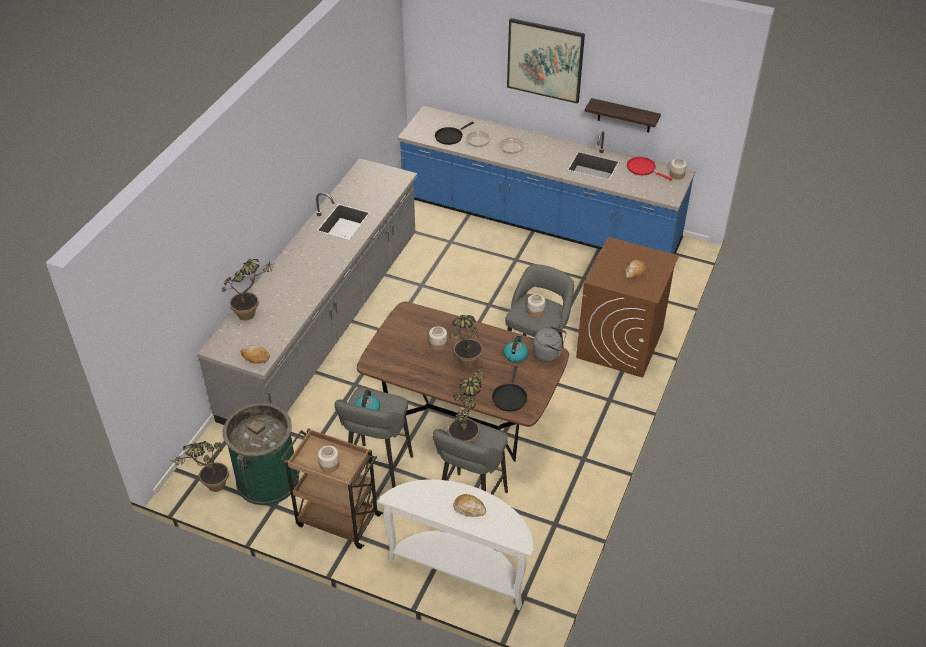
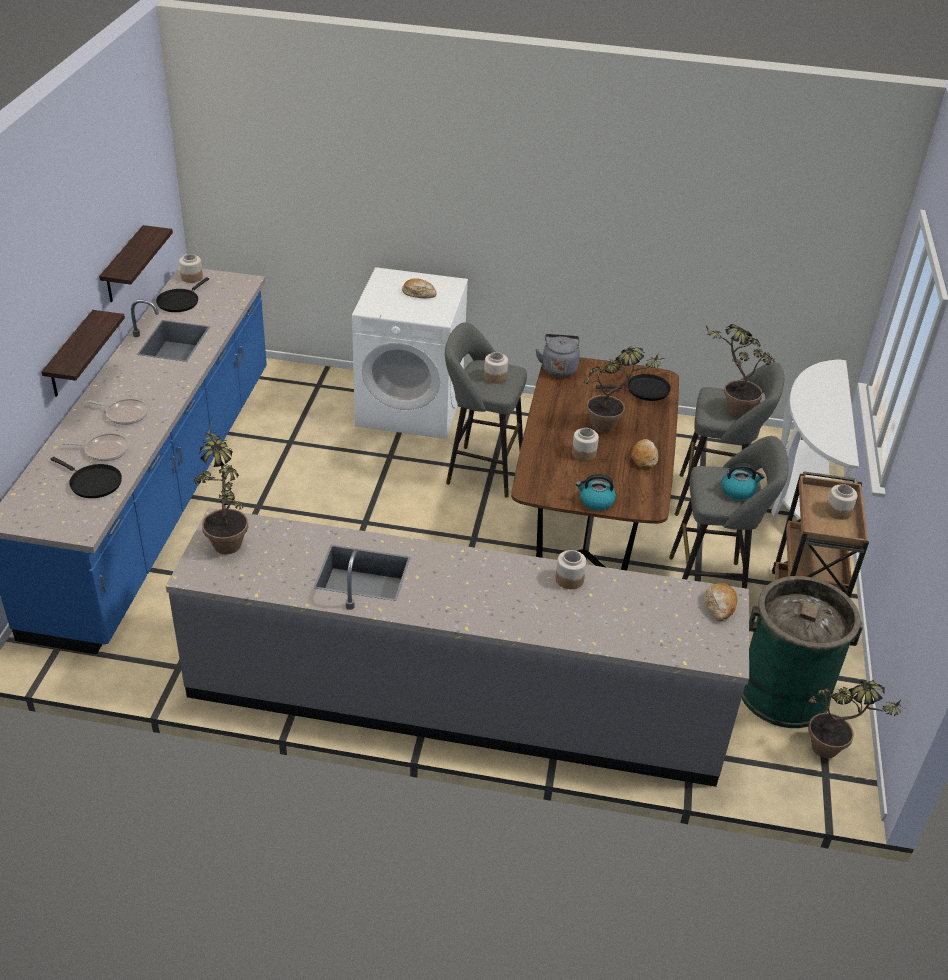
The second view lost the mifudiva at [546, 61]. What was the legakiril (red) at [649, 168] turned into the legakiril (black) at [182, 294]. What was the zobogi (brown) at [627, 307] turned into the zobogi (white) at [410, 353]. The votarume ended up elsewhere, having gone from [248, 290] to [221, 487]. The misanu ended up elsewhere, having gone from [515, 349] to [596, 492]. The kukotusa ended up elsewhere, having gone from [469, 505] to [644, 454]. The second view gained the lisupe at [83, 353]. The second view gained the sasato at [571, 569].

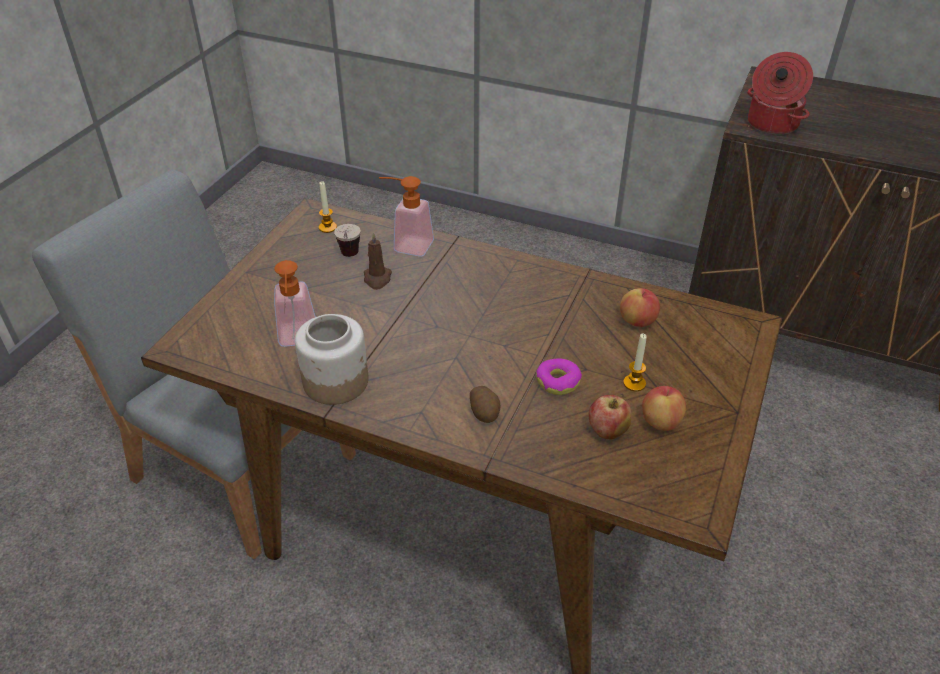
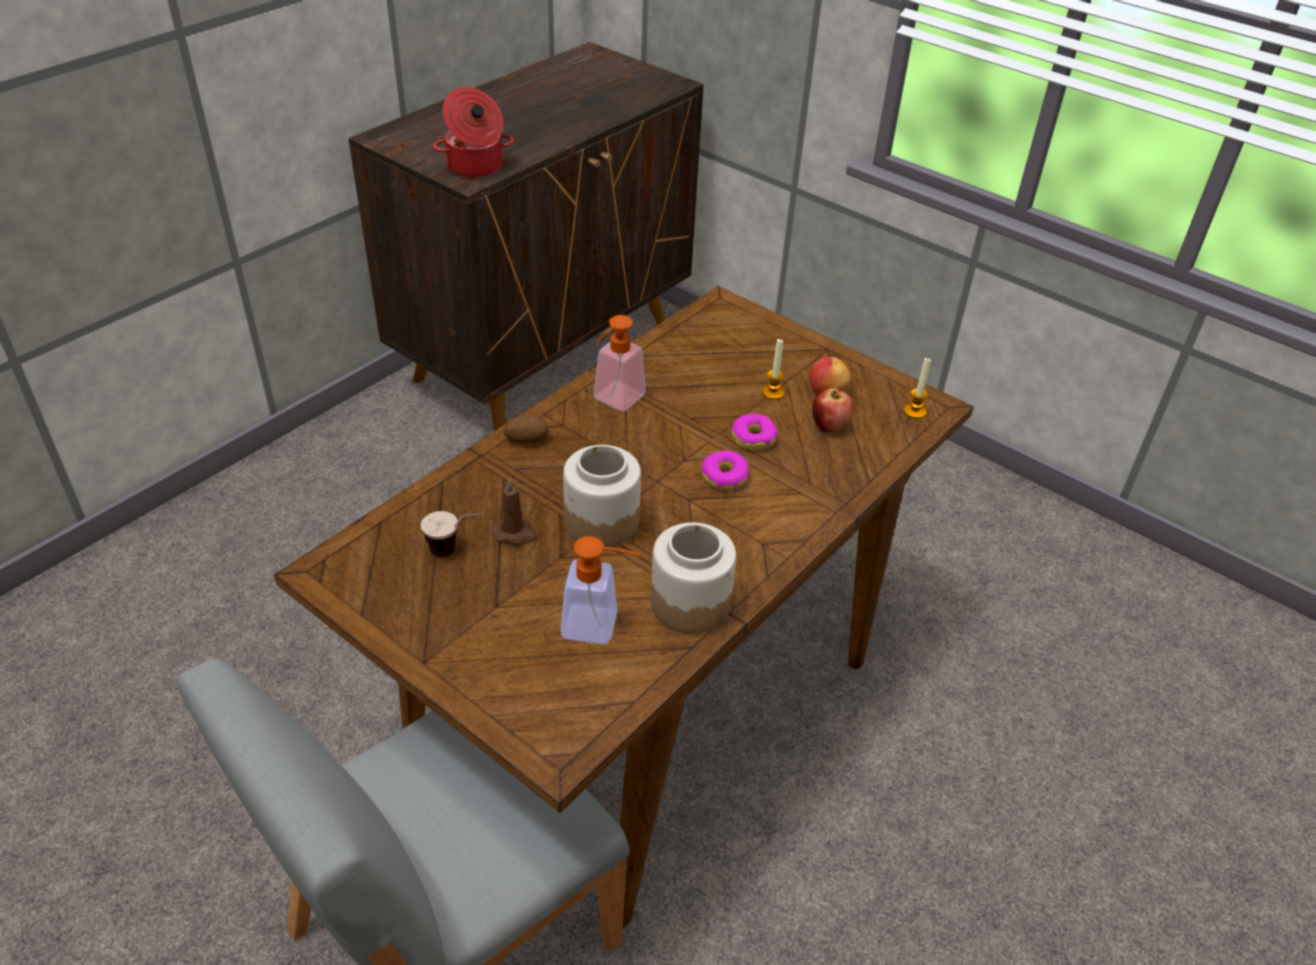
The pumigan ended up elsewhere, having gone from [406, 216] to [619, 363]. The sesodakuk ended up elsewhere, having gone from [328, 207] to [917, 388]. The second view lost the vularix at [640, 307]. The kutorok ended up elsewhere, having gone from [485, 404] to [526, 429]. The second view gained the sasato at [602, 496]. The second view gained the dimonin at [725, 470].

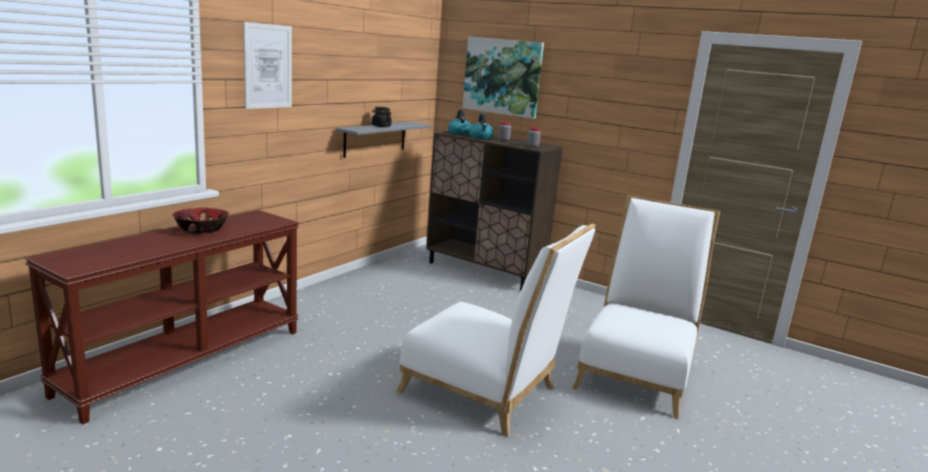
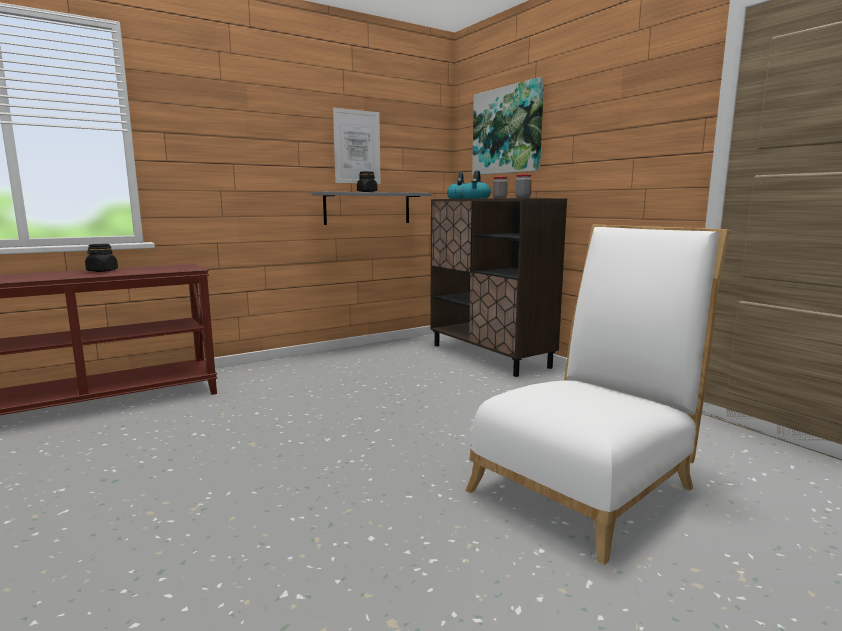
The mifudiva ended up elsewhere, having gone from [267, 65] to [357, 146]. Where the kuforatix stood at [201, 221], the sasato (black) came to stand at [101, 258]. The second view lost the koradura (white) at [496, 330].

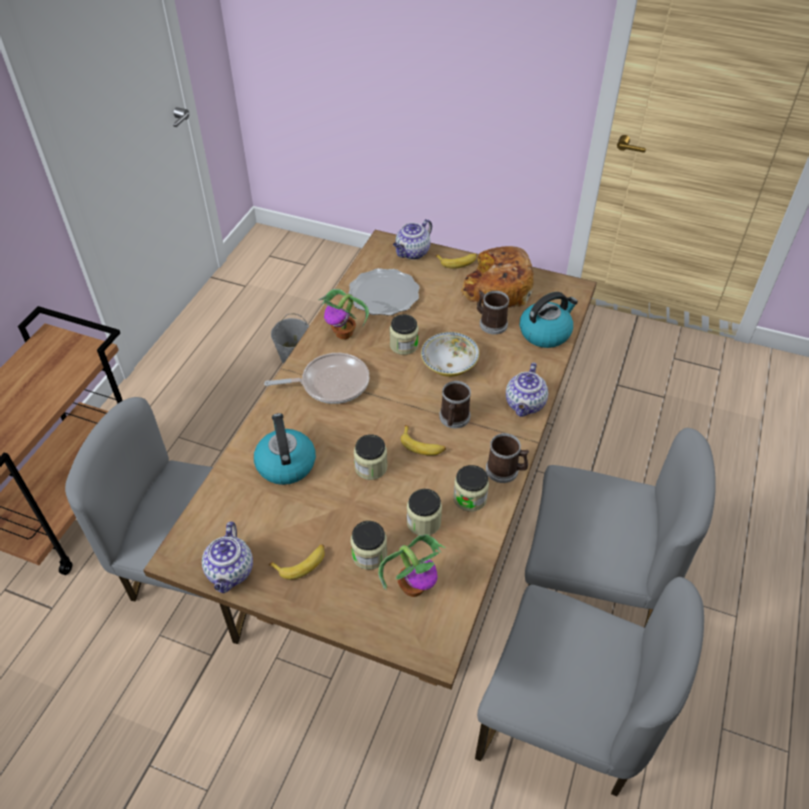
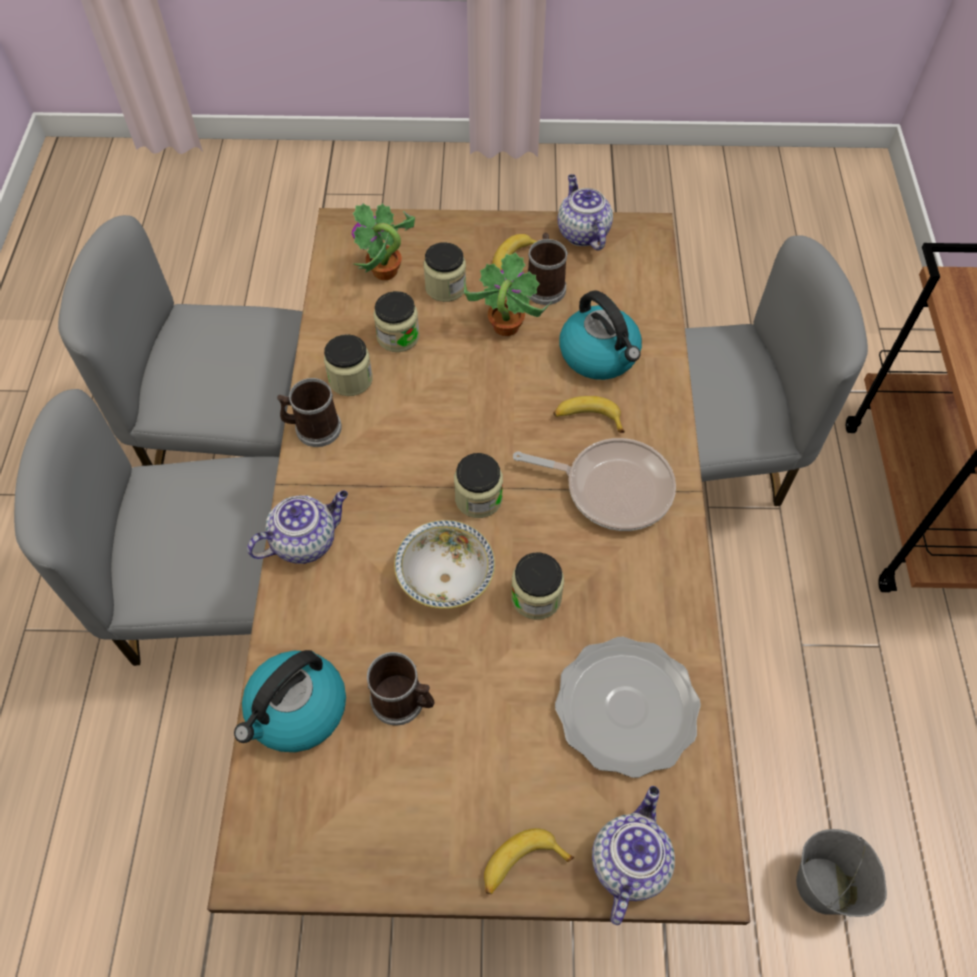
The second view lost the kukotusa at [497, 277]. The votarume ended up elsewhere, having gone from [344, 314] to [507, 294]. The legakiril at [316, 378] ended up facing another way, 135 degrees counterclockwise from before. The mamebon at [527, 389] ended up facing another way, 60 degrees clockwise from before. The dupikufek ended up elsewhere, having gone from [455, 404] to [547, 269]. The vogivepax ended up elsewhere, having gone from [423, 440] to [589, 414]. The sasato ended up elsewhere, having gone from [370, 457] to [478, 485].

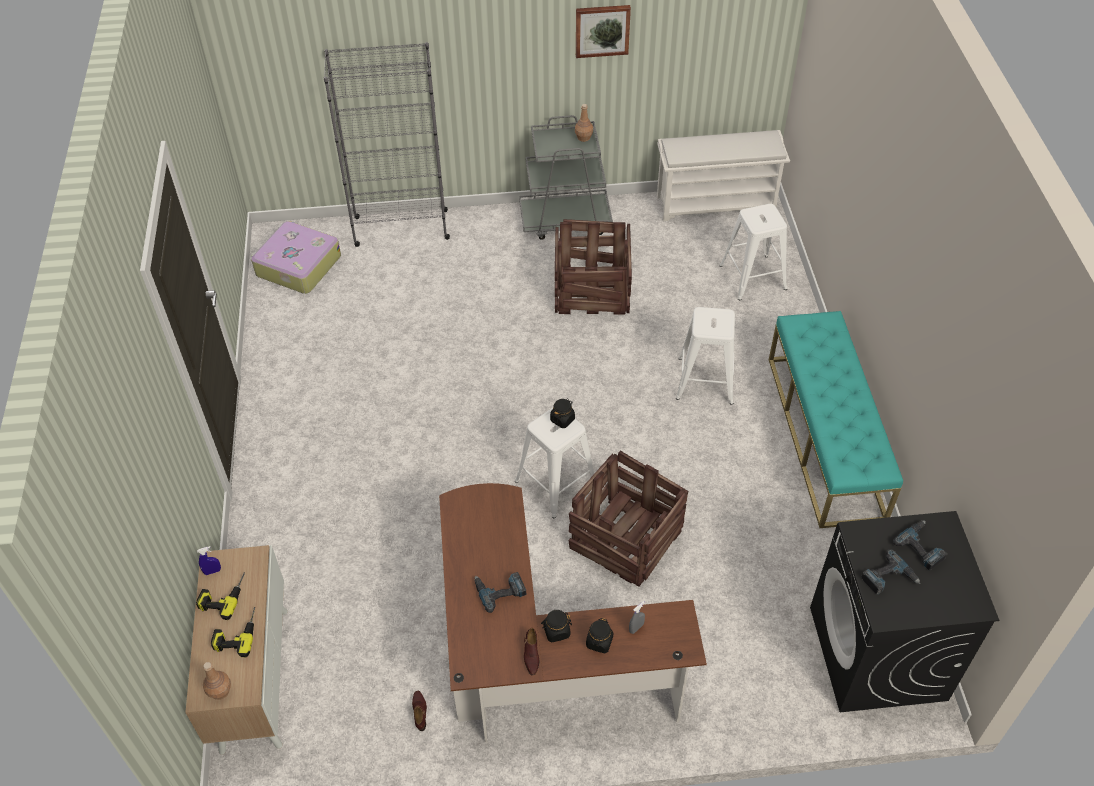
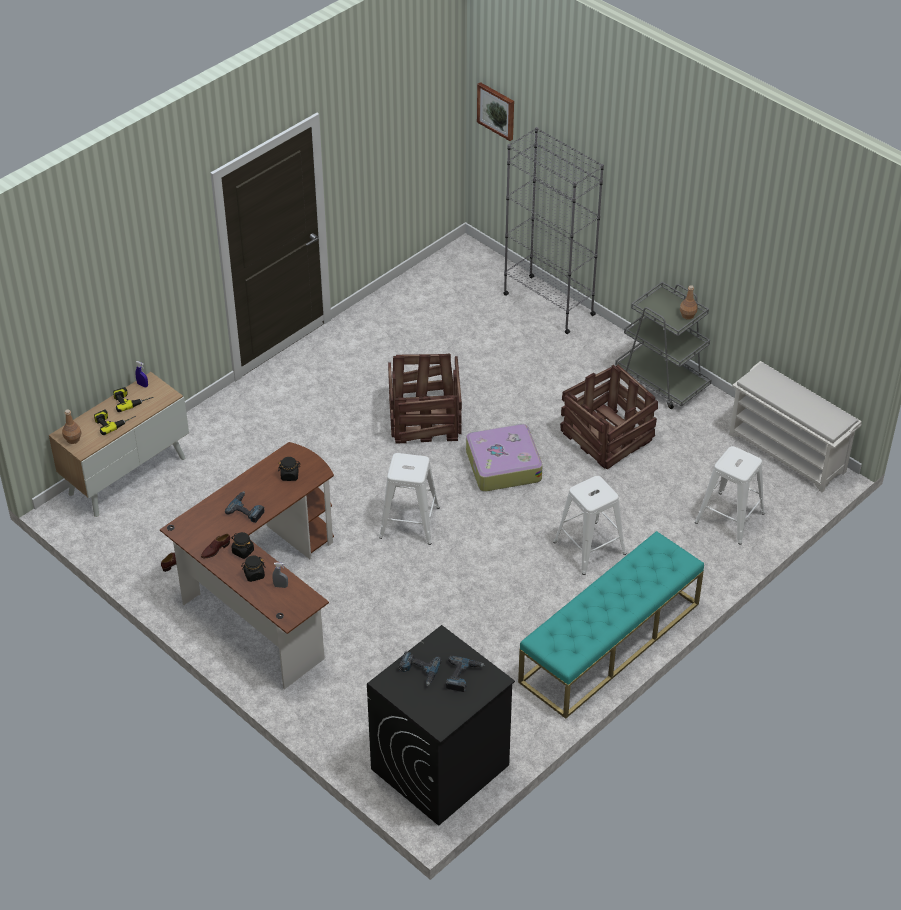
The mifudiva ended up elsewhere, having gone from [603, 31] to [495, 111]. The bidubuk ended up elsewhere, having gone from [296, 257] to [504, 457]. The sasato (black) ended up elsewhere, having gone from [562, 413] to [289, 469]. The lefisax ended up elsewhere, having gone from [628, 518] to [425, 398].

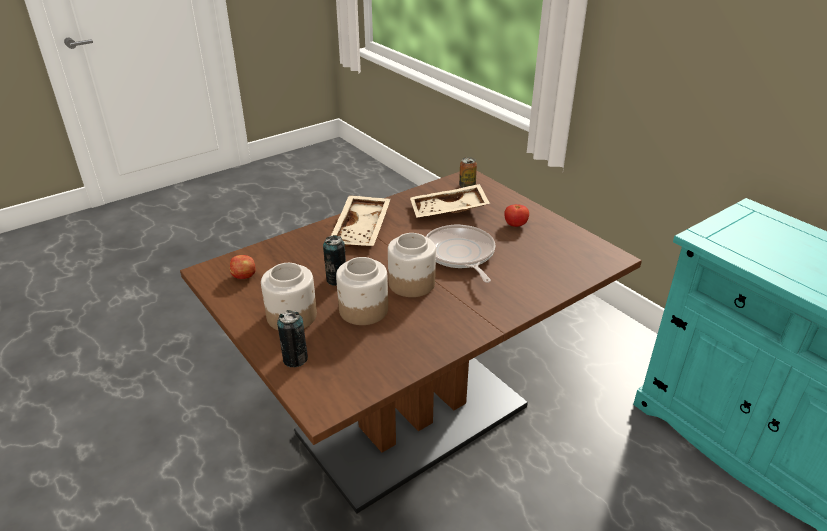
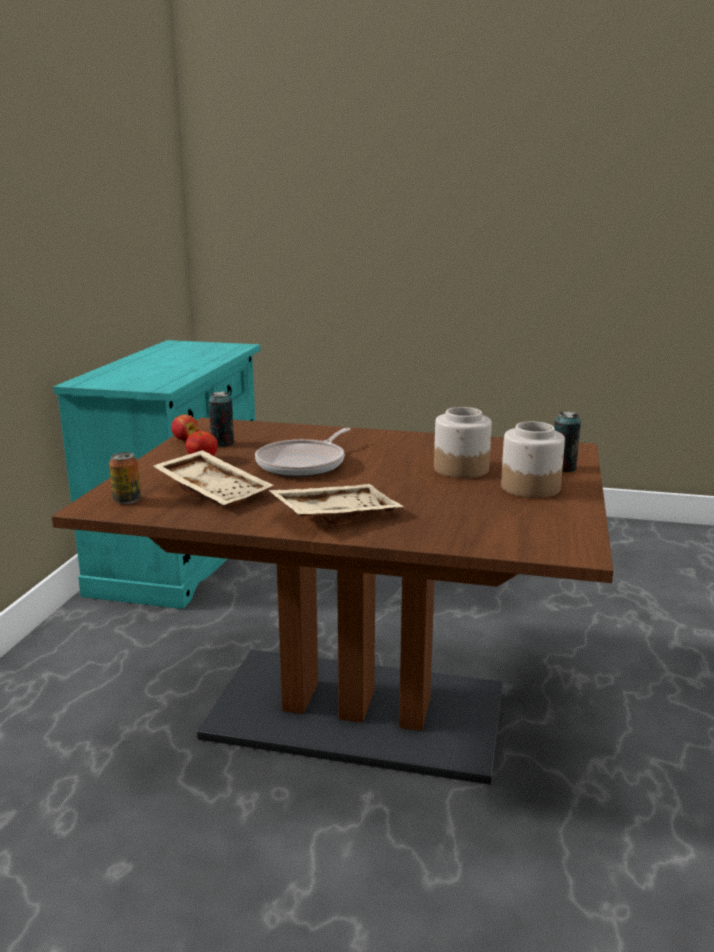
The second view lost the sasato at [412, 265]. The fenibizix ended up elsewhere, having gone from [334, 260] to [221, 419]. The vularix ended up elsewhere, having gone from [243, 267] to [185, 428].

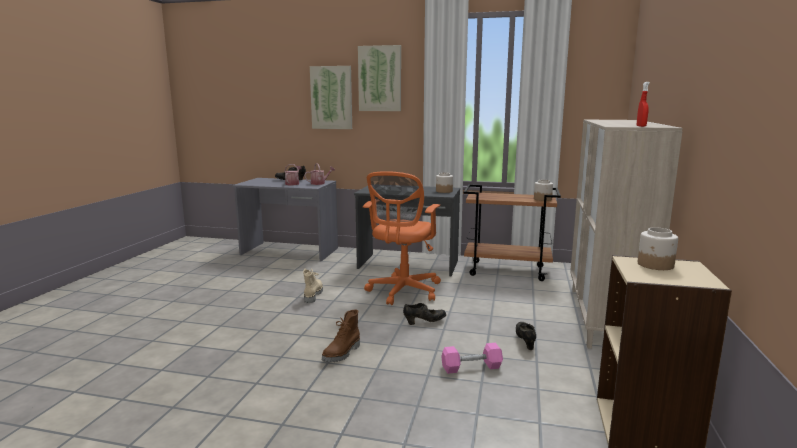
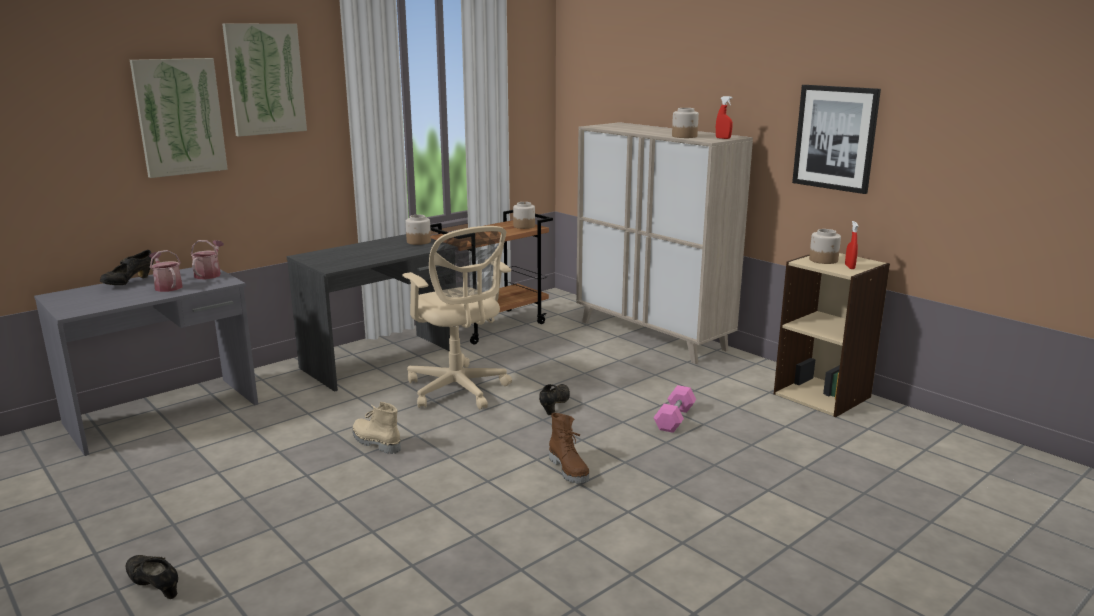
What was the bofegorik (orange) at [402, 238] turned into the bofegorik (beige) at [457, 317]. The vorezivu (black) ended up elsewhere, having gone from [526, 336] to [152, 577]. The second view gained the mifudiva at [836, 139]. The second view gained the sasato at [685, 123]. The second view gained the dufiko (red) at [851, 245].

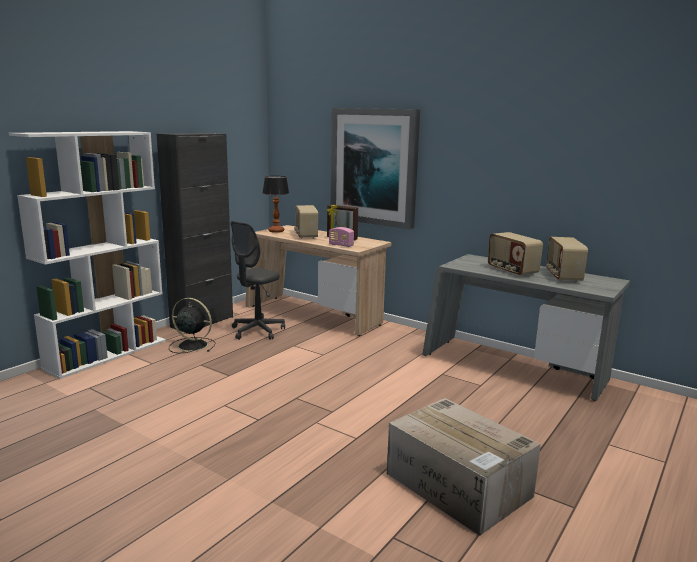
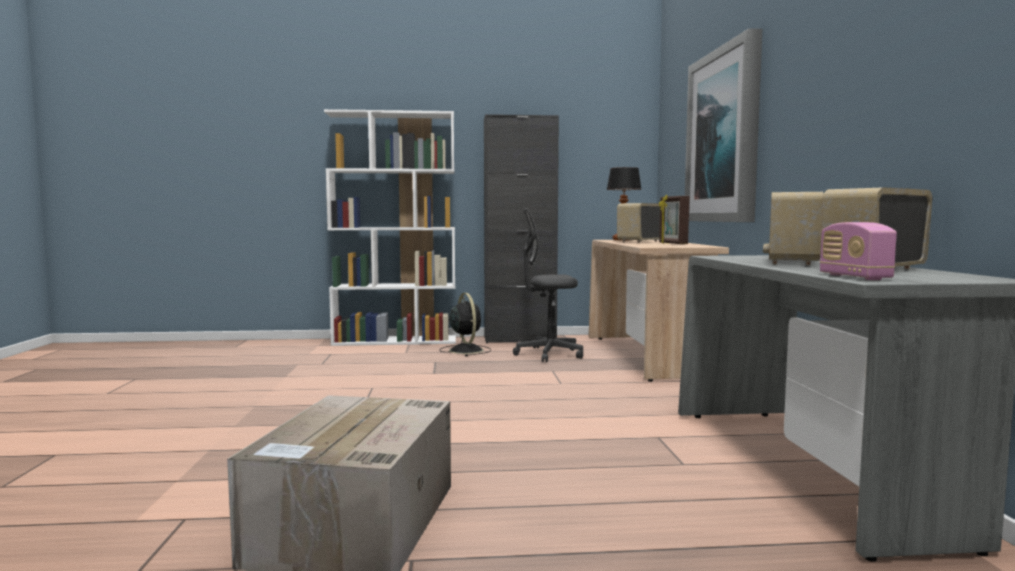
The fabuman ended up elsewhere, having gone from [341, 237] to [858, 251].

